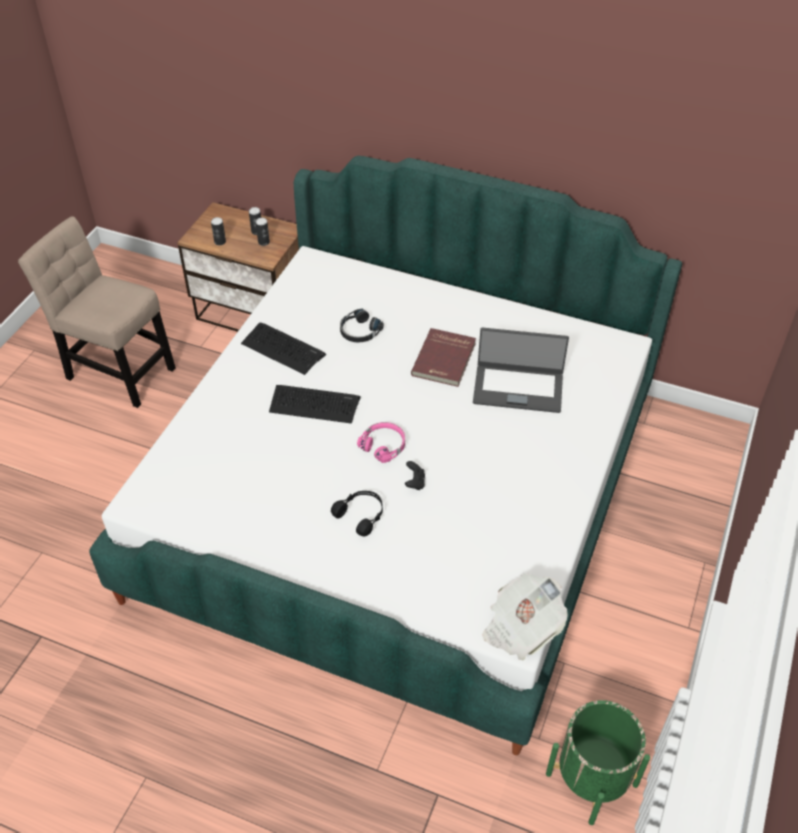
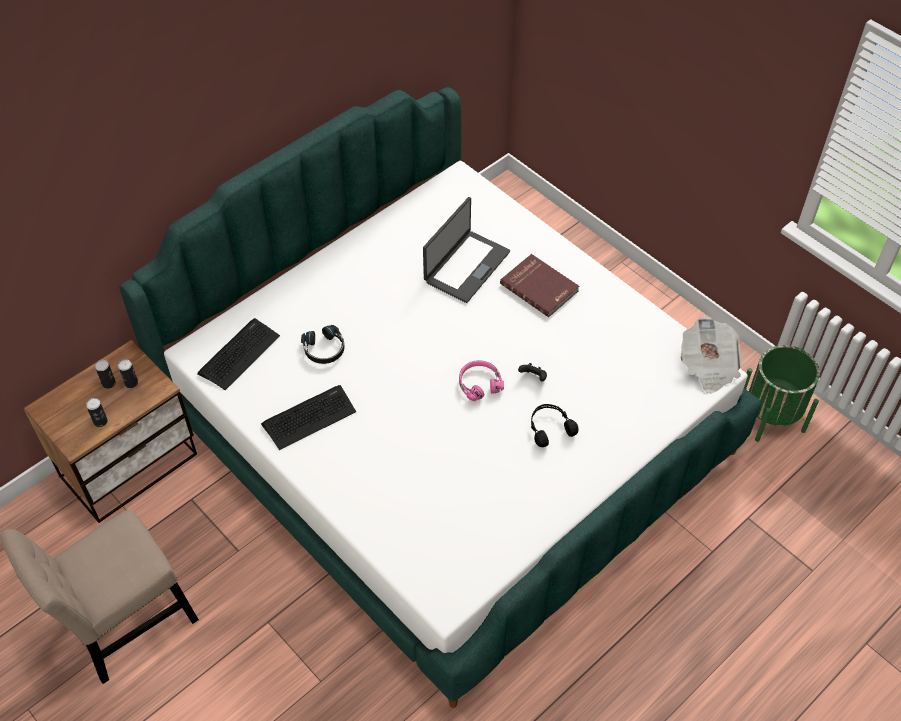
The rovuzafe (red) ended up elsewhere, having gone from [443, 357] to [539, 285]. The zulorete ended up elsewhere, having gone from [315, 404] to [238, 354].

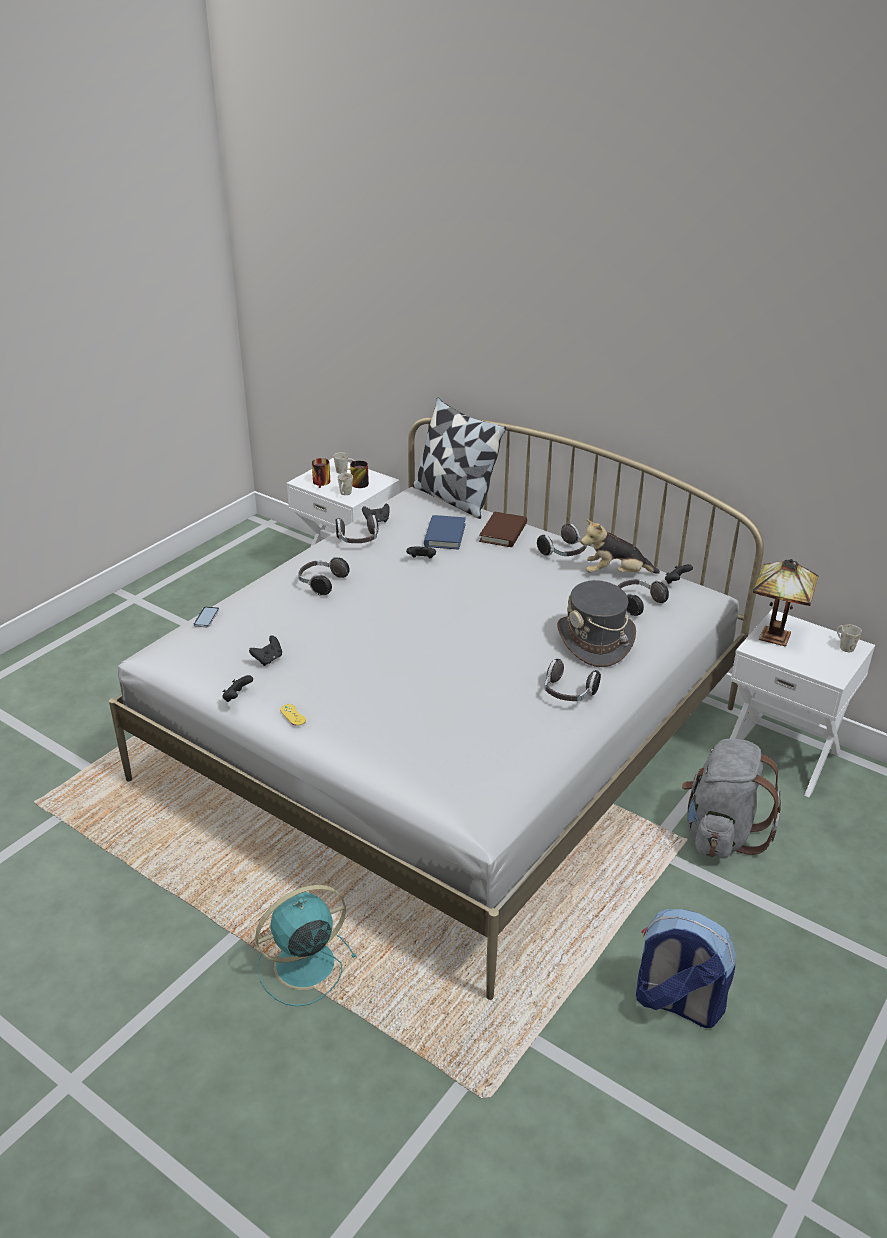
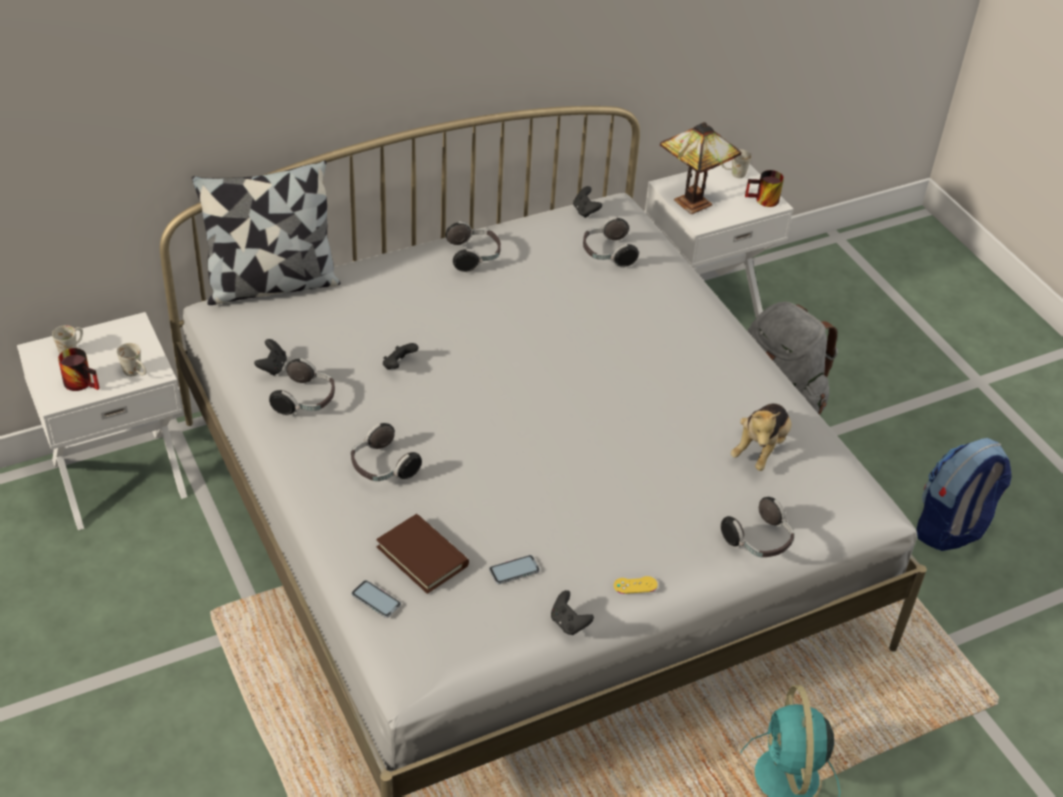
The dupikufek ended up elsewhere, having gone from [359, 474] to [764, 188]. The rovuzafe (brown) ended up elsewhere, having gone from [503, 529] to [422, 554]. The second view lost the rovuzafe (blue) at [445, 532]. The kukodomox ended up elsewhere, having gone from [620, 546] to [761, 437]. The second view lost the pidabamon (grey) at [596, 623]. Where the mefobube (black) stood at [265, 651], the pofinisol came to stand at [514, 569]. The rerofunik ended up elsewhere, having gone from [572, 680] to [758, 527].

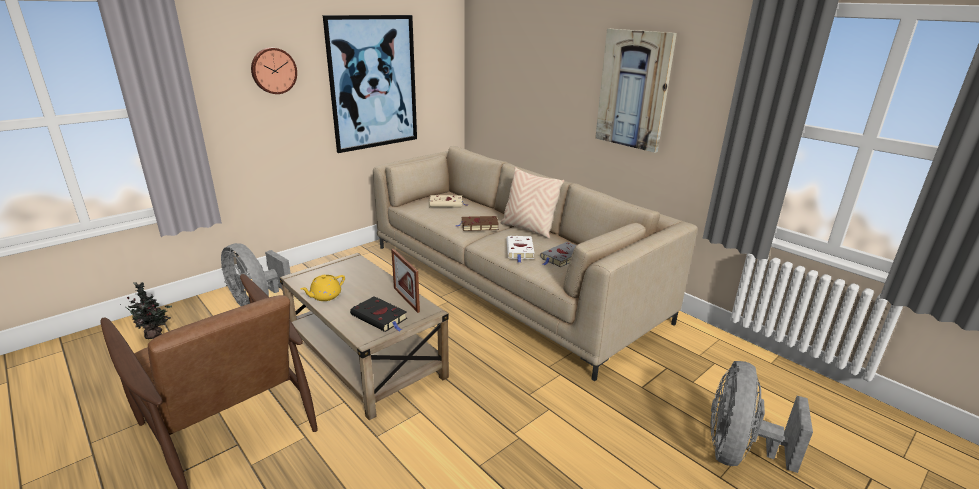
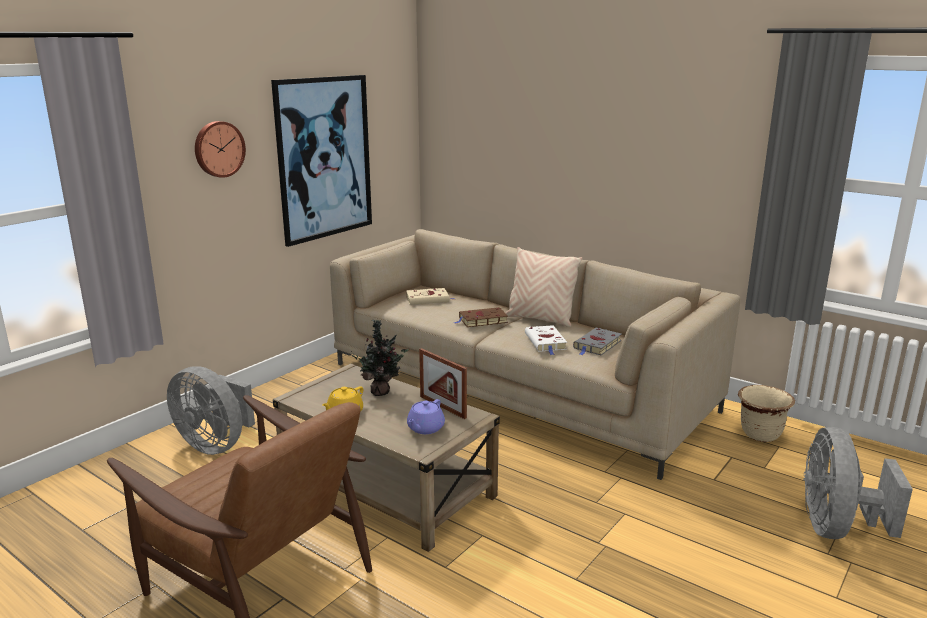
The second view lost the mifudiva at [636, 91]. The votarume ended up elsewhere, having gone from [148, 310] to [379, 358]. Where the rovuzafe (black) stood at [378, 314], the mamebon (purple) came to stand at [426, 416]. The second view gained the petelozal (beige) at [766, 413].

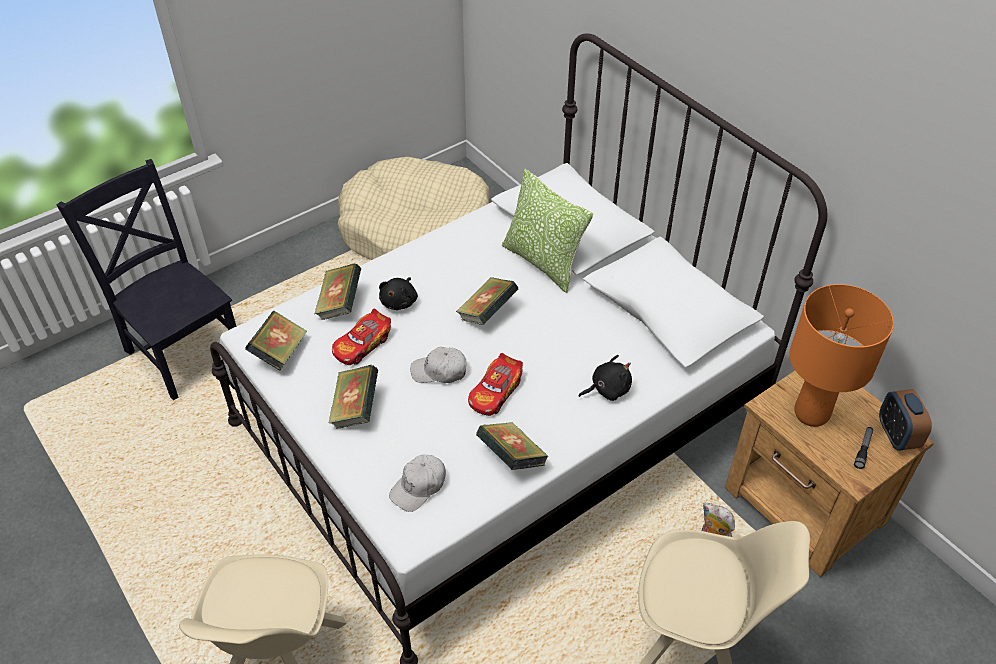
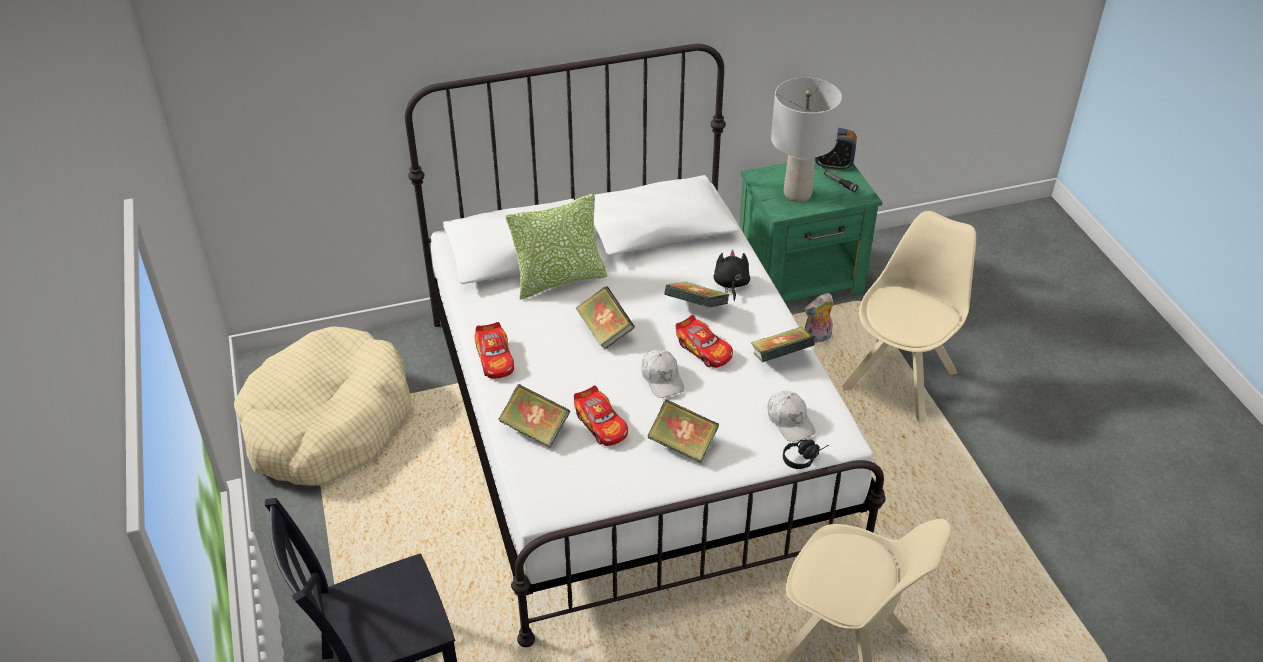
The second view lost the kukodomox (black) at [398, 293]. What was the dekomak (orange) at [841, 355] turned into the dekomak (grey) at [806, 140]. The rovuzafe ended up elsewhere, having gone from [276, 341] to [696, 294]. The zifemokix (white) at [438, 365] ended up facing another way, 45 degrees counterclockwise from before. What was the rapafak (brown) at [829, 474] turned into the rapafak (green) at [811, 232]. The second view gained the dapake at [494, 350]. The second view gained the rerofunik (black) at [806, 454].

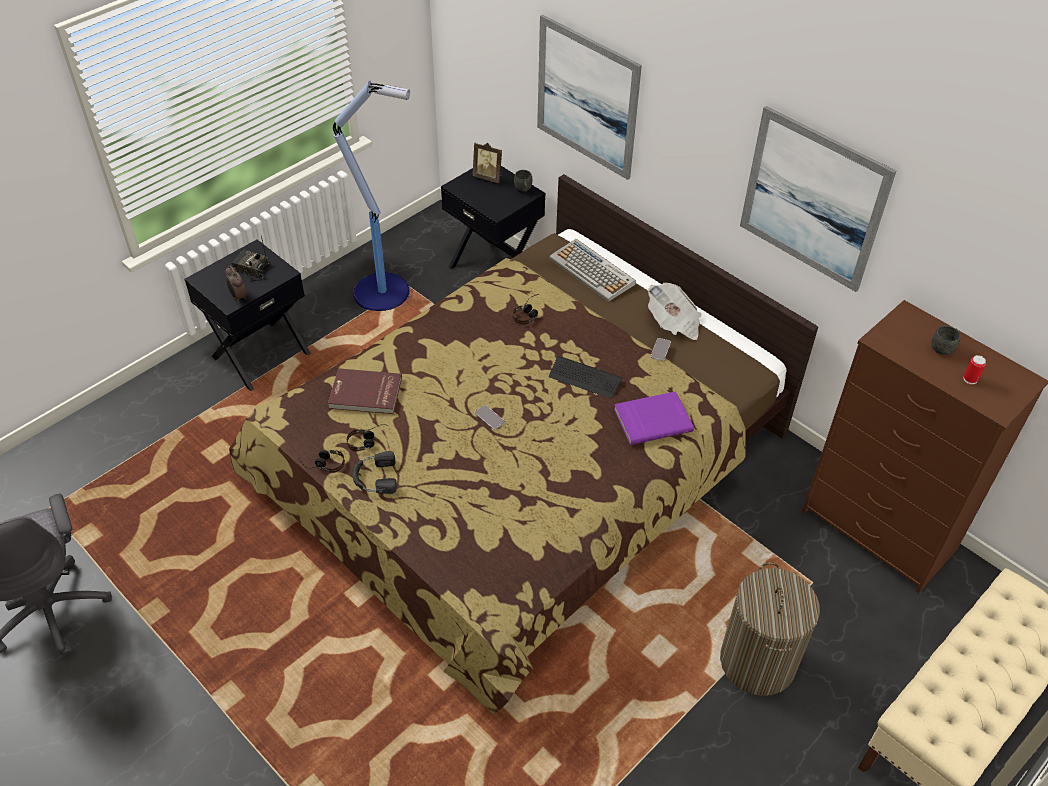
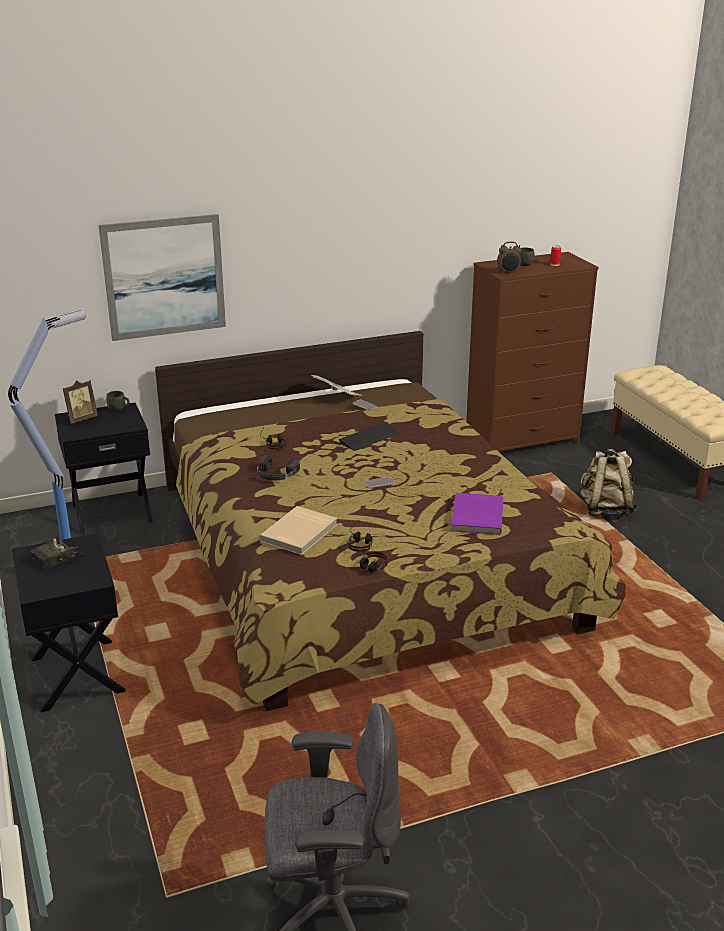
The second view lost the mifudiva at [818, 199]. The second view lost the zulorete at [593, 270]. The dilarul ended up elsewhere, having gone from [236, 284] to [509, 258]. What was the rovuzafe (red) at [365, 391] turned into the rovuzafe (beige) at [298, 530]. The rovuzafe (purple) ended up elsewhere, having gone from [654, 418] to [477, 514]. The rerofunik (black) ended up elsewhere, having gone from [374, 472] to [278, 467]. Where the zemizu stood at [770, 629], the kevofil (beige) came to stand at [609, 483].

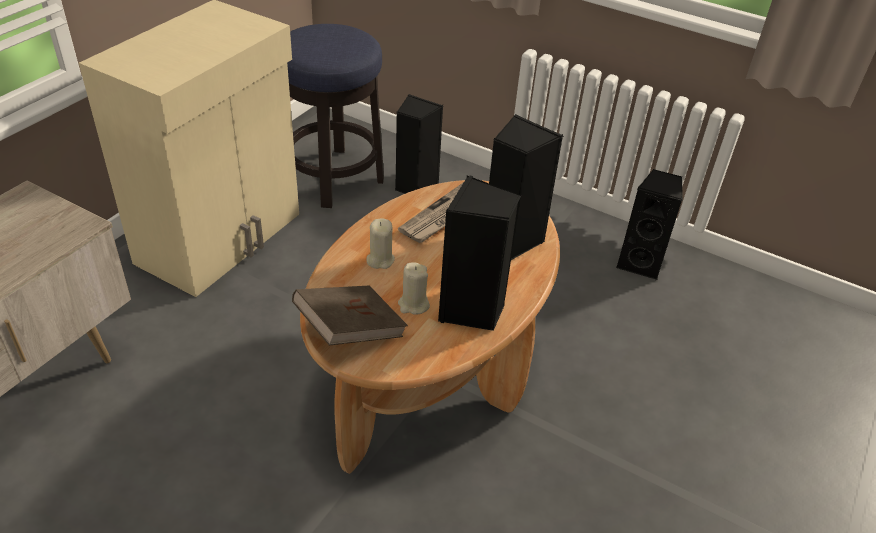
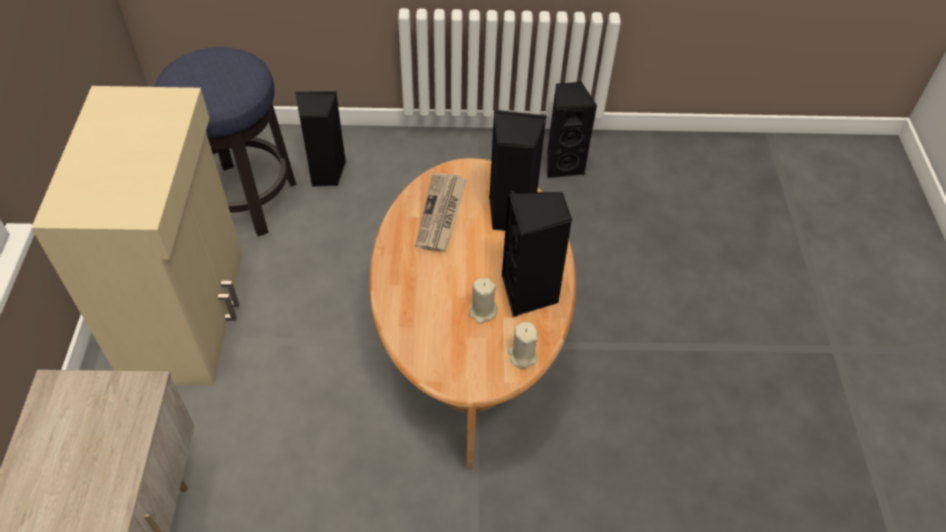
The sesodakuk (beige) ended up elsewhere, having gone from [380, 243] to [523, 345]. The second view lost the rovuzafe (brown) at [350, 316].

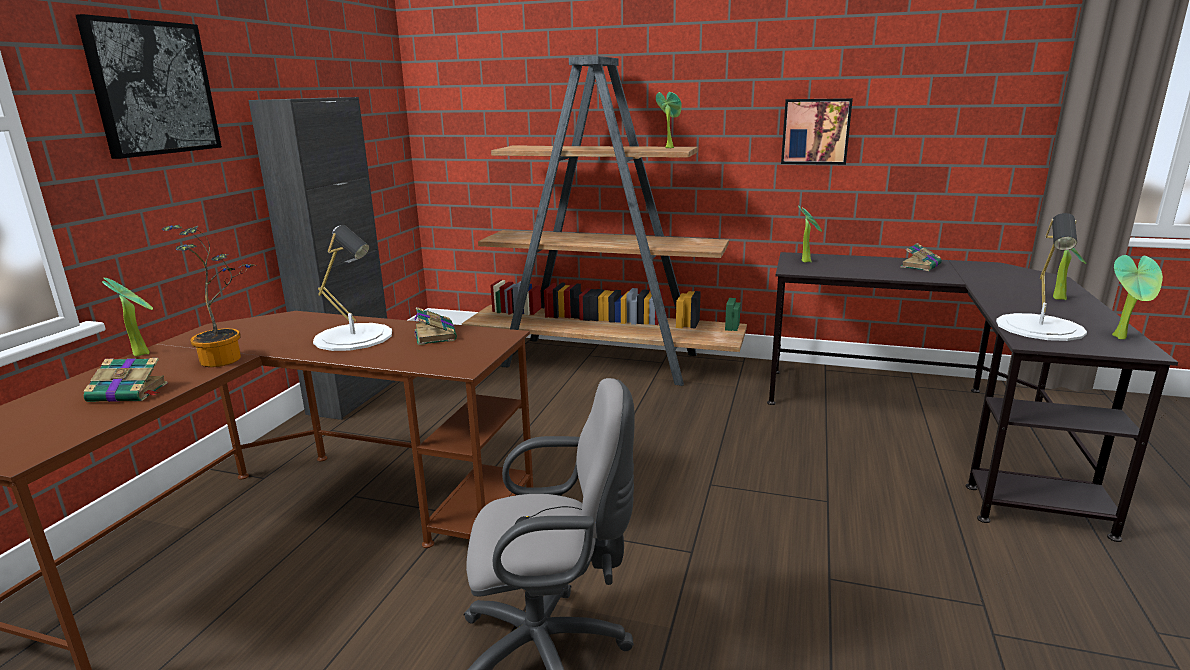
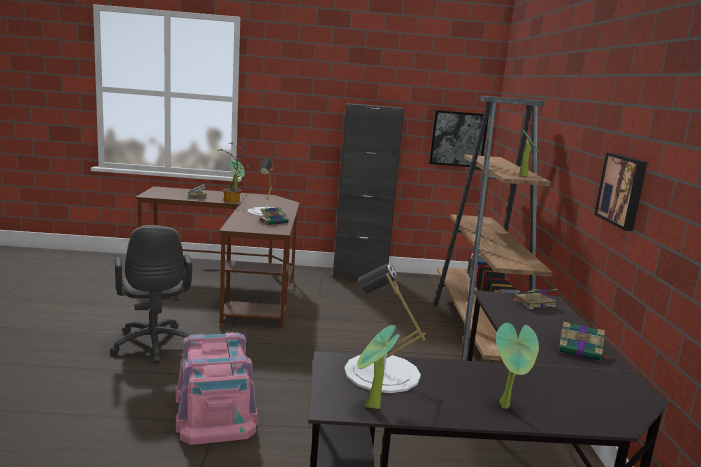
The mifudiva ended up elsewhere, having gone from [149, 86] to [459, 138]. Where the votarume stood at [810, 234], the rovuzafe came to stand at [534, 299]. The second view gained the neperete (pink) at [217, 389].

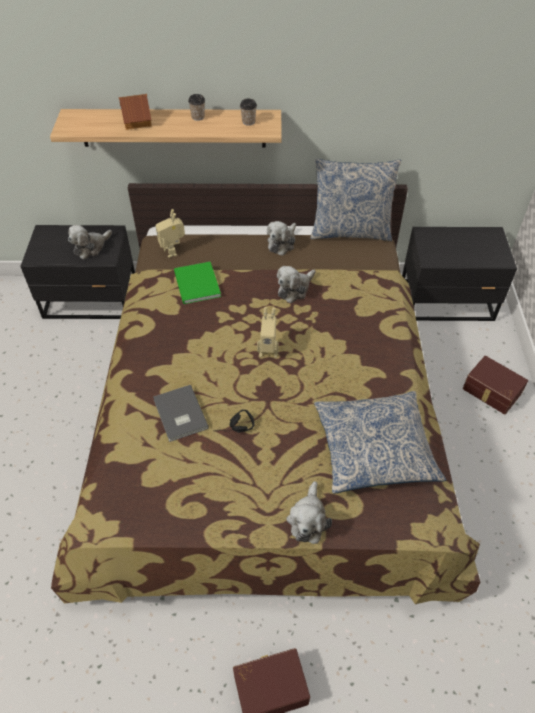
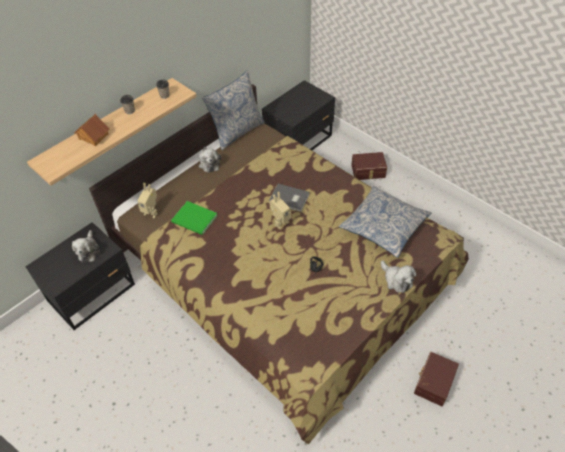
The second view lost the kukodomox at [296, 284]. The rovuzafe (grey) ended up elsewhere, having gone from [181, 413] to [289, 198].

